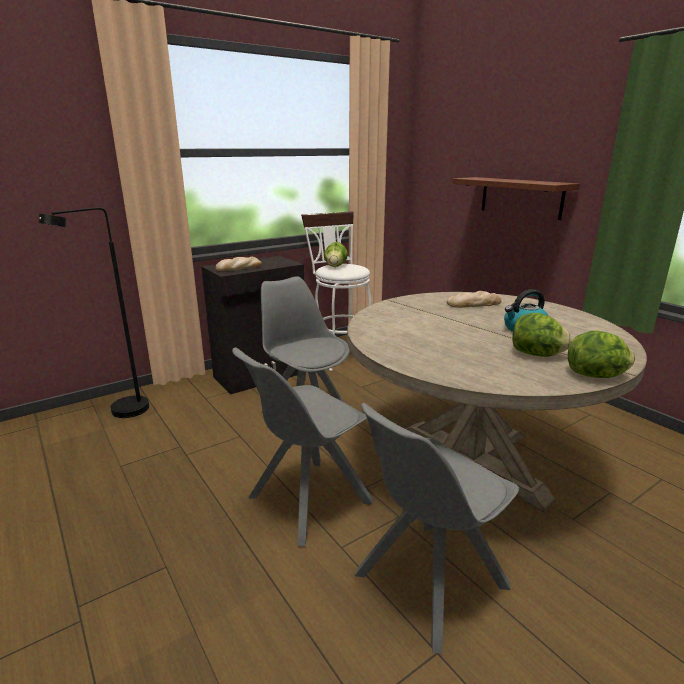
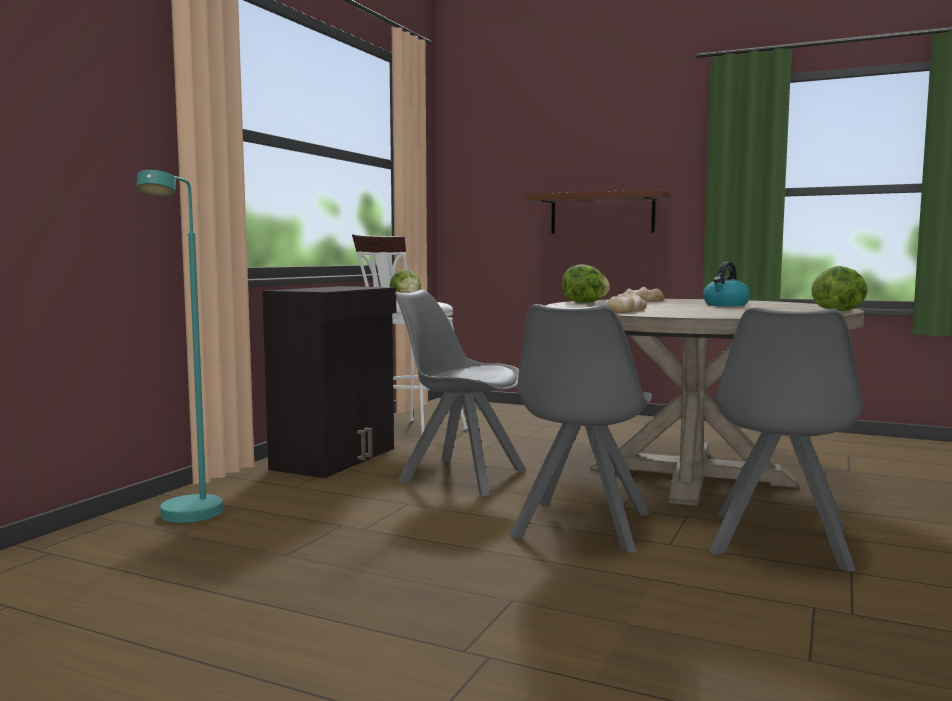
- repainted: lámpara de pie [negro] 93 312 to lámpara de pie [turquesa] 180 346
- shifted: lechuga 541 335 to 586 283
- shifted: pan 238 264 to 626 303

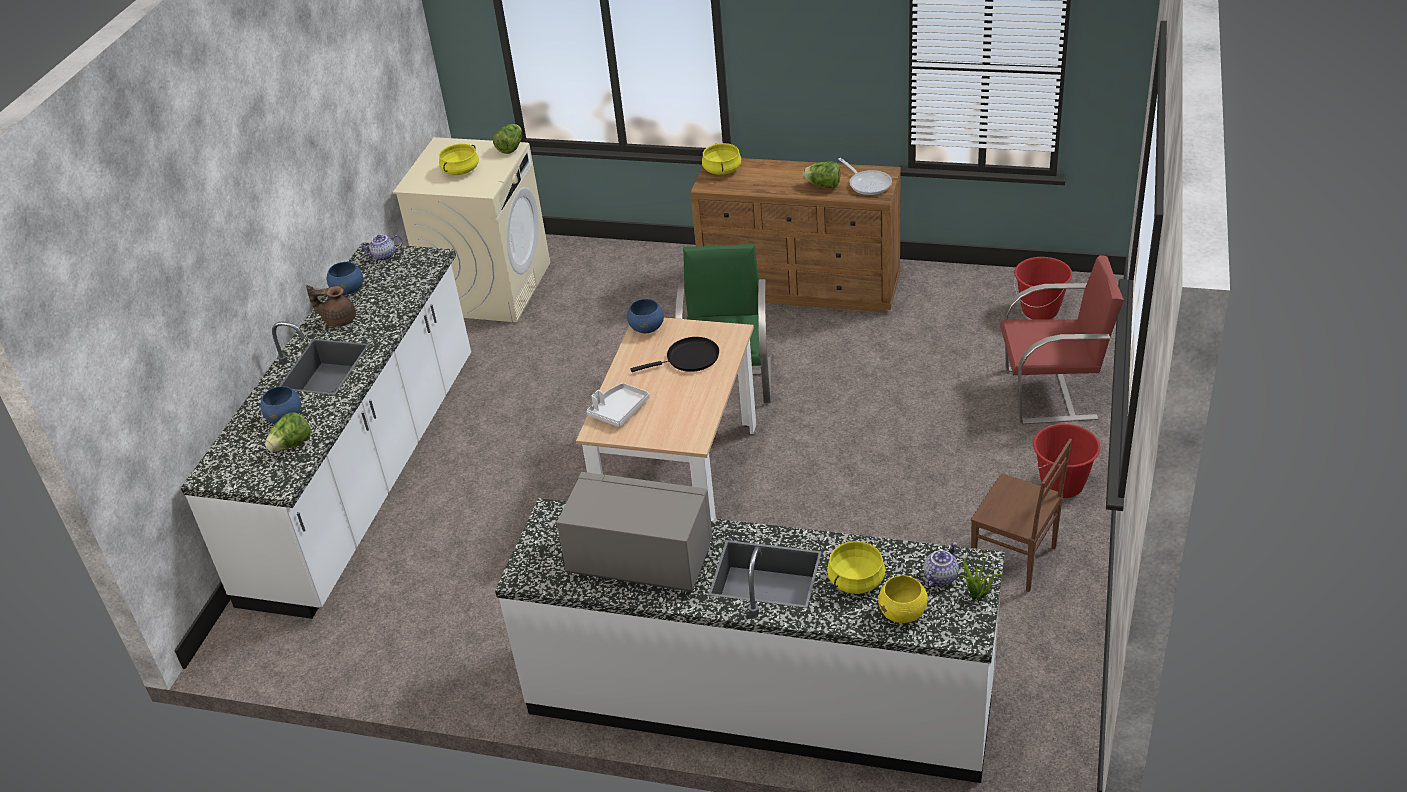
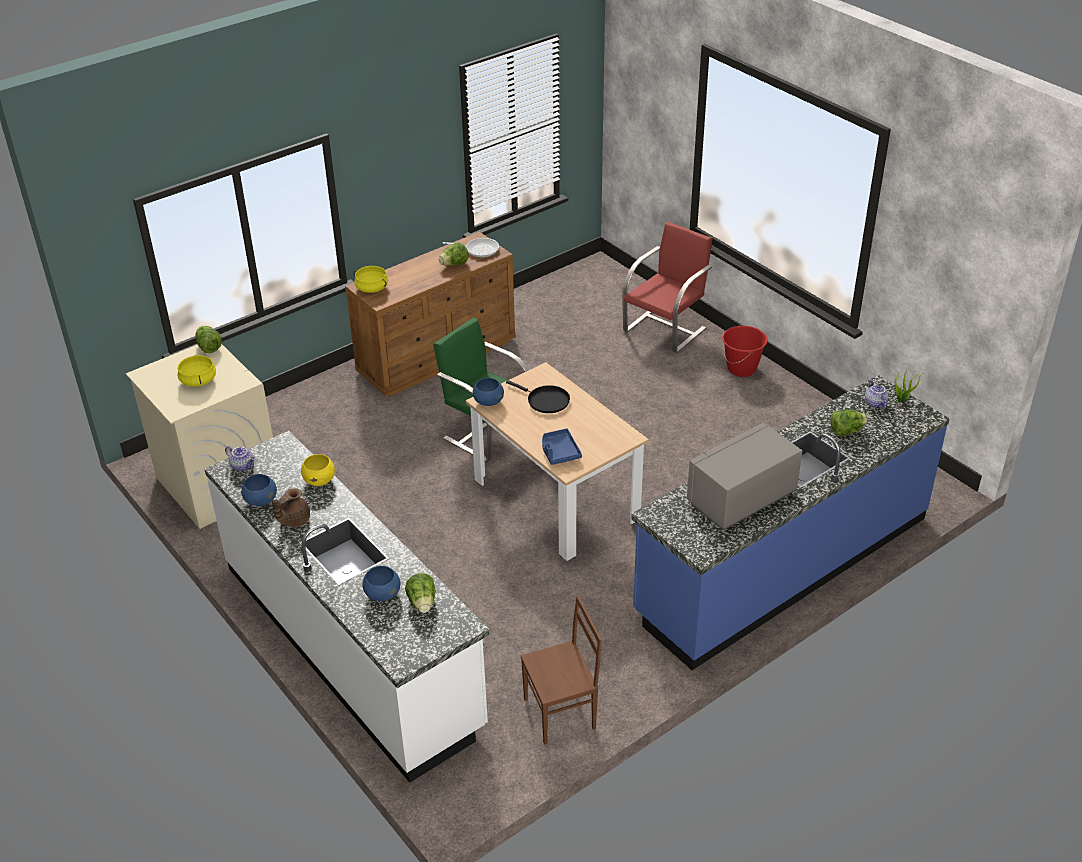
- rotated: tetera 380 248 = 240 458 75 degrees counterclockwise
- shifted: cuenco [amarillo] 903 599 to 318 470
- rotated: sartén [negro] 674 354 = 538 396 105 degrees clockwise
- shifted: silla [marrón] 1021 515 to 561 670
- repainted: bandeja [blanco] 618 405 to bandeja [azul] 562 446
- repainted: mueble bajo de cocina [blanco] 750 640 to mueble bajo de cocina [azul] 790 522
- swapped: olla [amarillo] 856 567 to lechuga 849 423
- gone: cubo [rojo] 1043 288

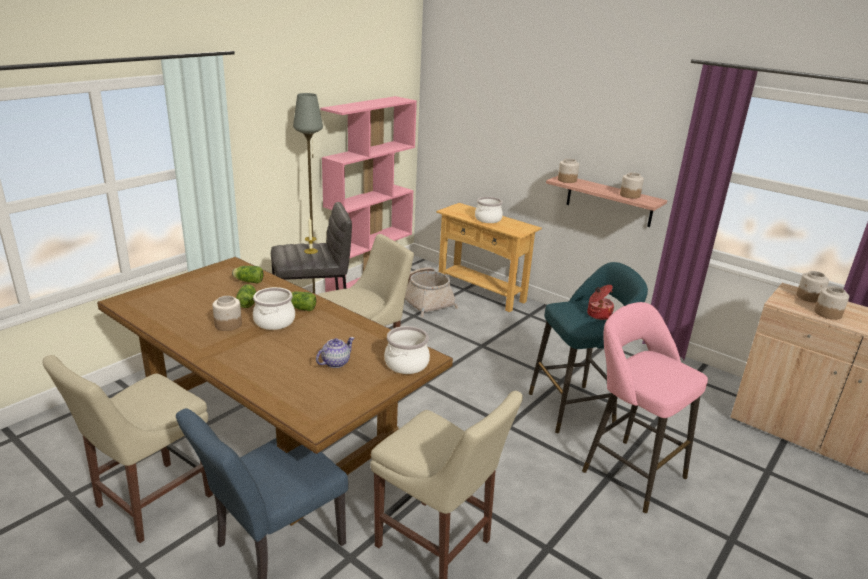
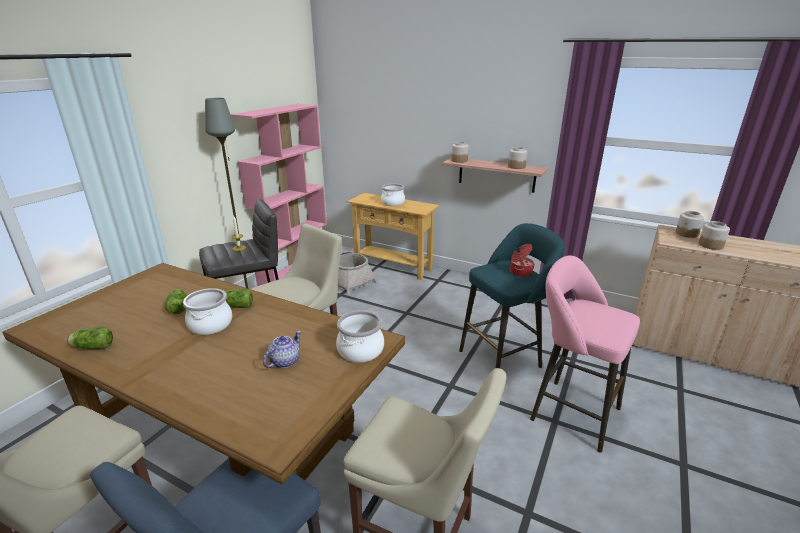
- shifted: lechuga 248 275 to 90 338
- gone: tarro 227 313

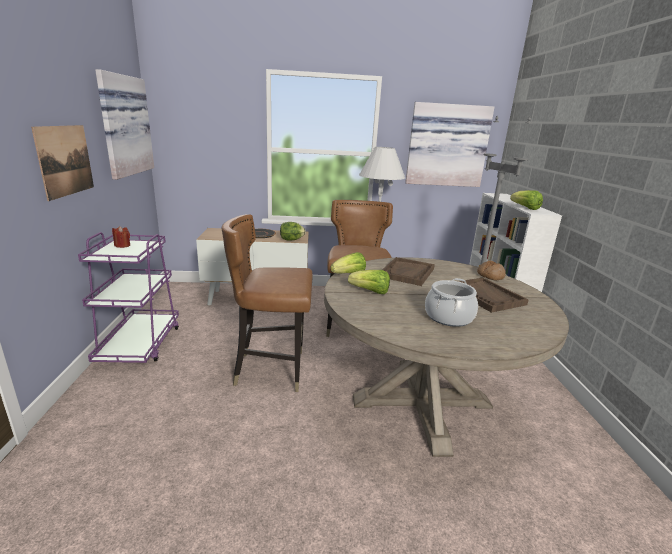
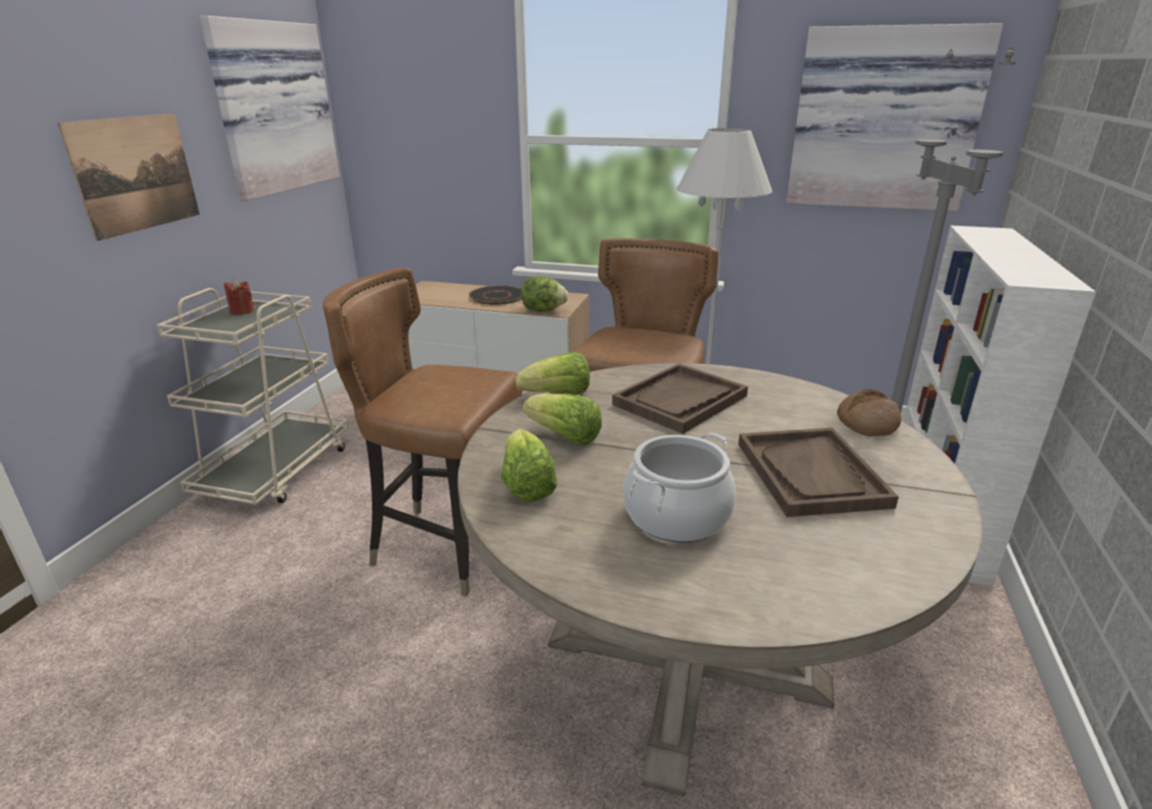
- repainted: carrito [morado] 128 297 to carrito [beis] 253 396
- shifted: lechuga 526 200 to 529 465

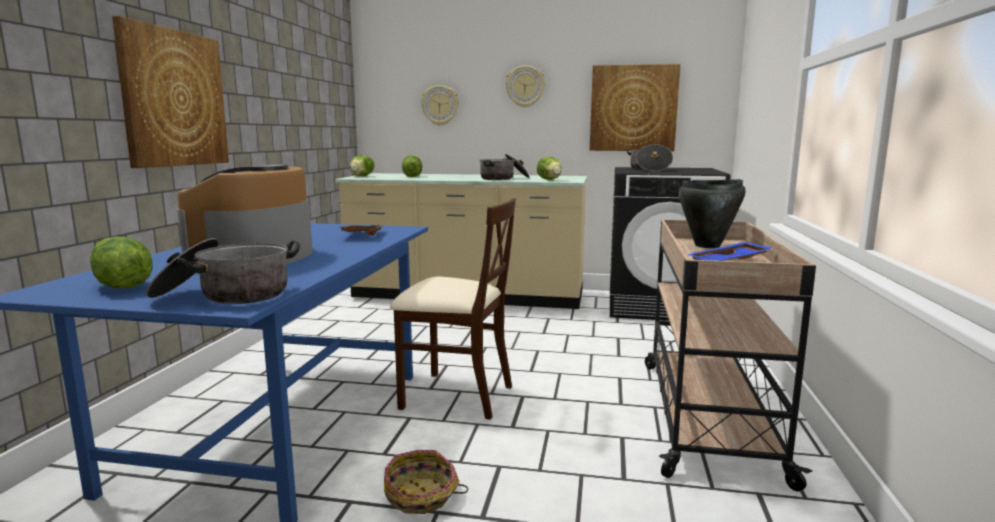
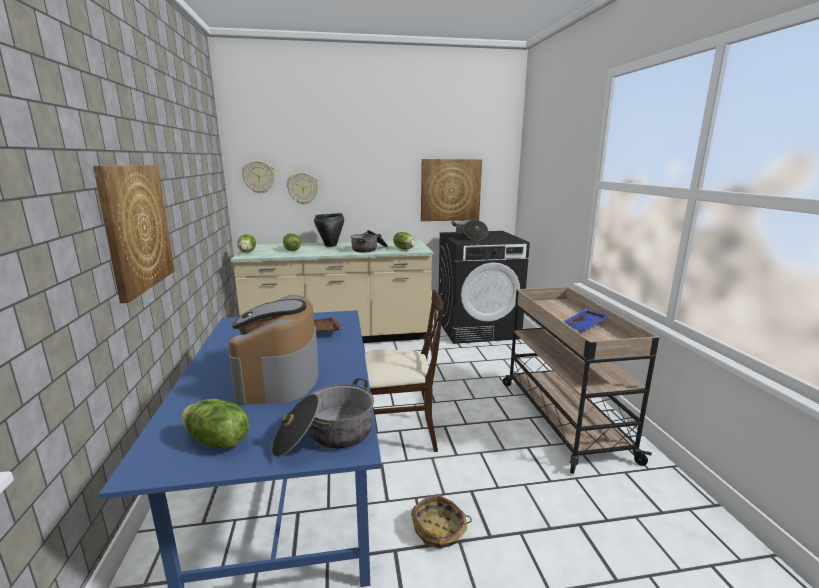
- shifted: reloj de pared 525 86 to 258 177
- shifted: olla [negro] 712 213 to 329 230

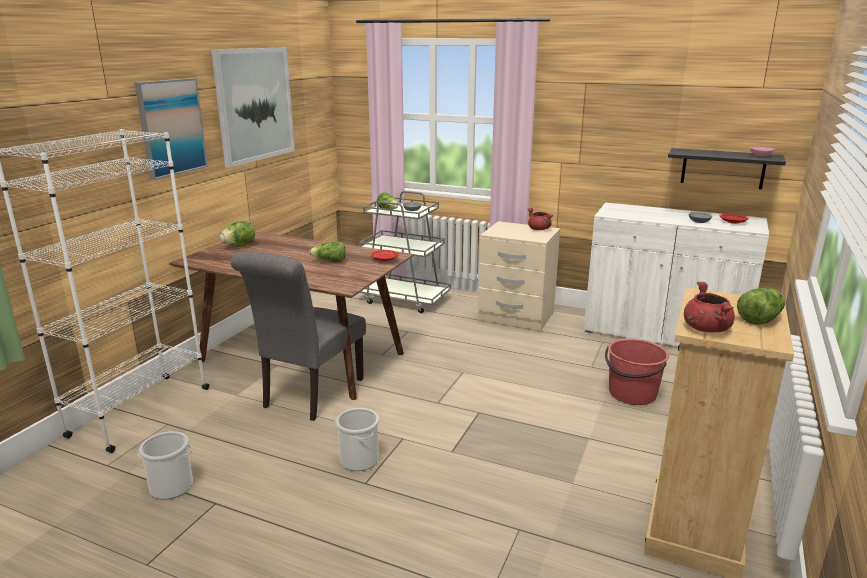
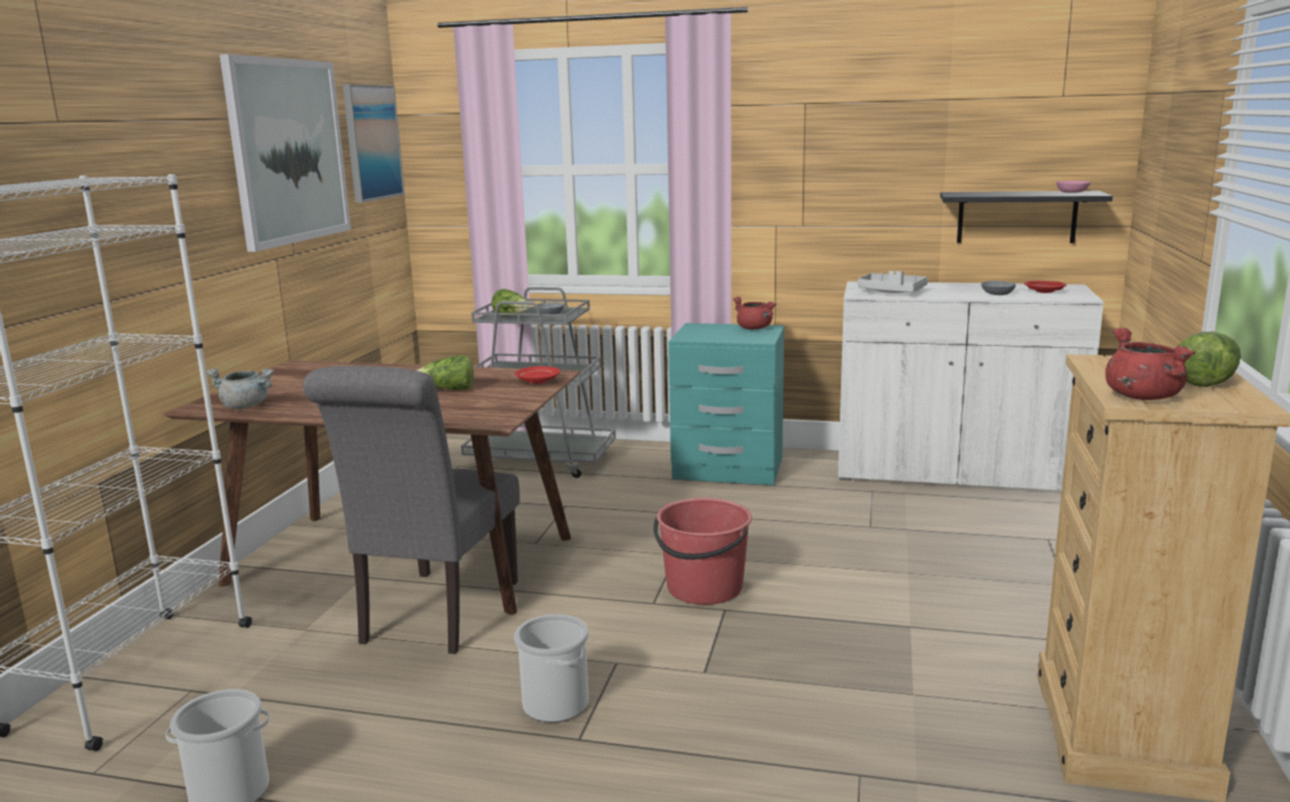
- new: olla [gris] 240 388
- shifted: cuadro 171 129 to 374 143
- shifted: cubo [rojo] 637 371 to 702 551
- repainted: mesita de noche [beis] 519 276 to mesita de noche [turquesa] 726 404
- new: bandeja [gris] 892 281
- gone: lechuga 237 233

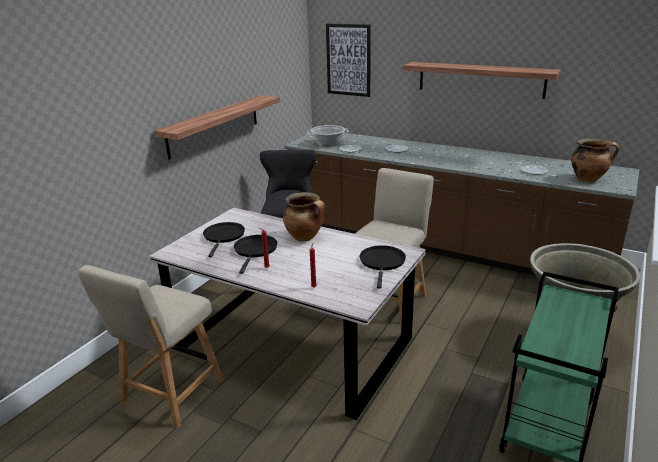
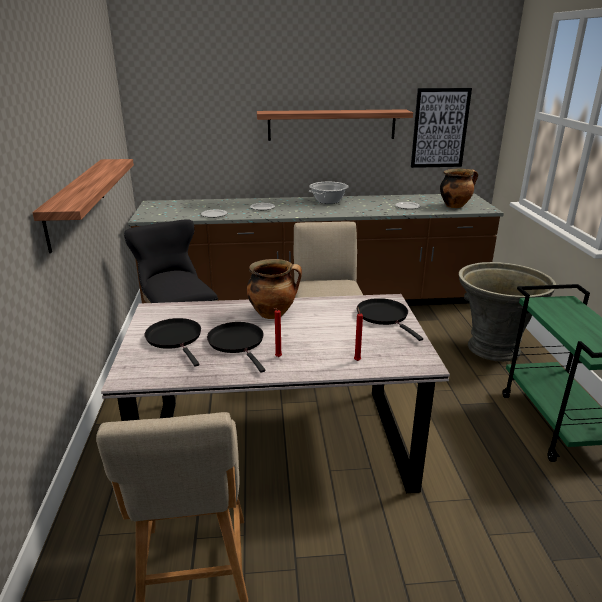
- shifted: olla 328 135 to 328 193
- shifted: cuadro 348 60 to 441 128

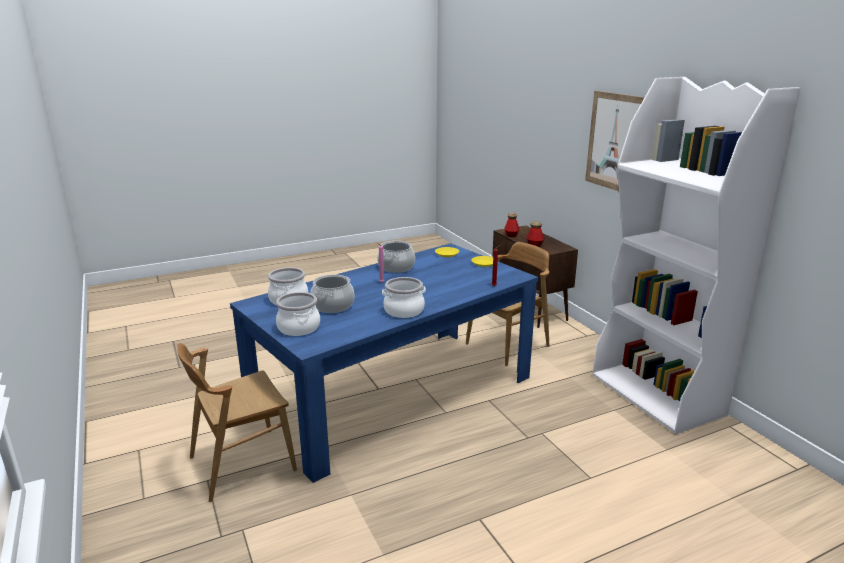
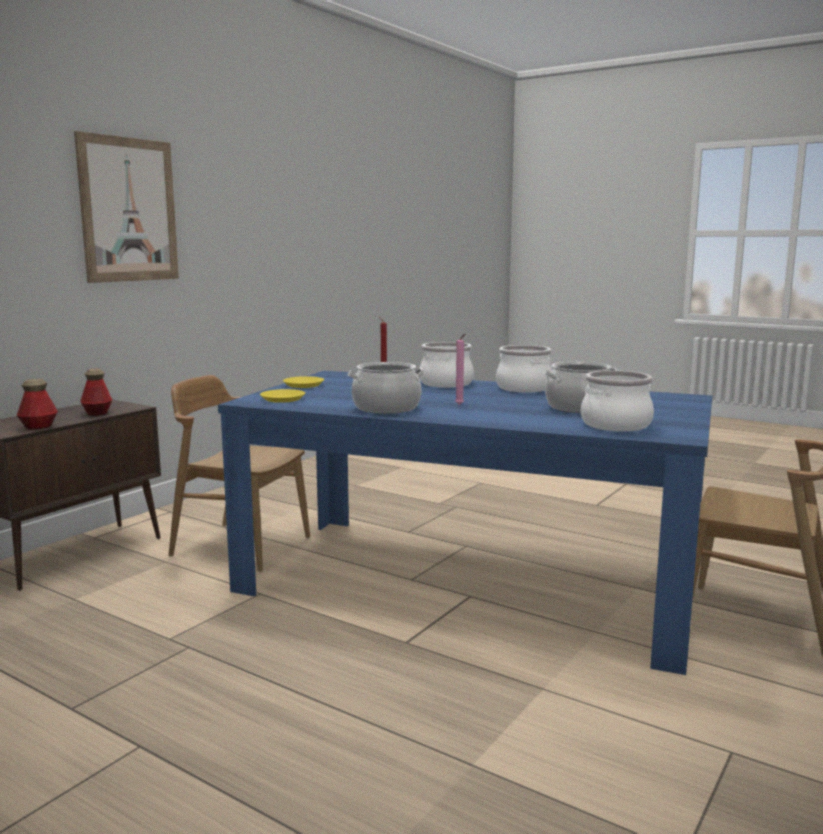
- shifted: olla 298 314 to 447 365
- gone: estantería [blanco] 697 255

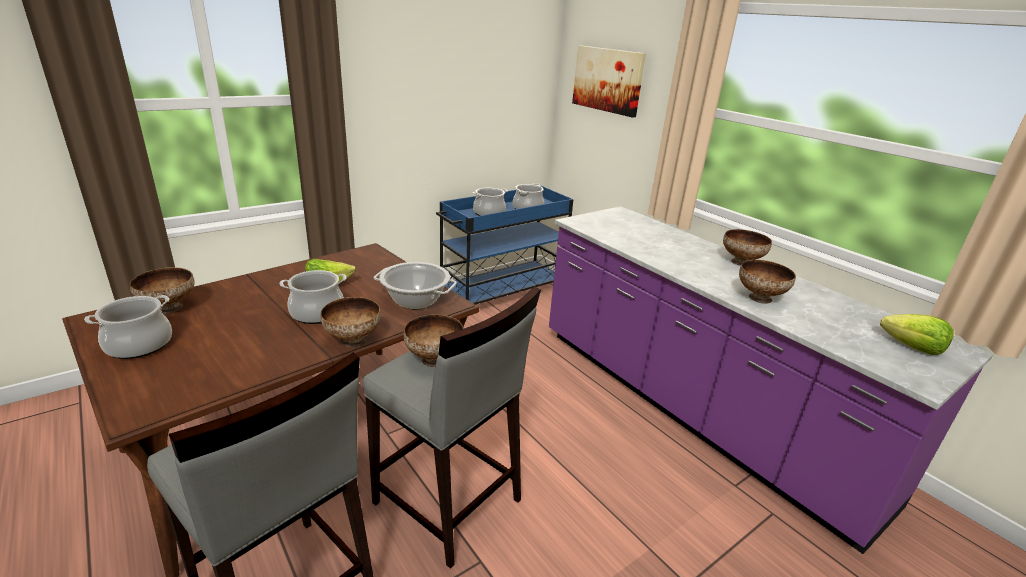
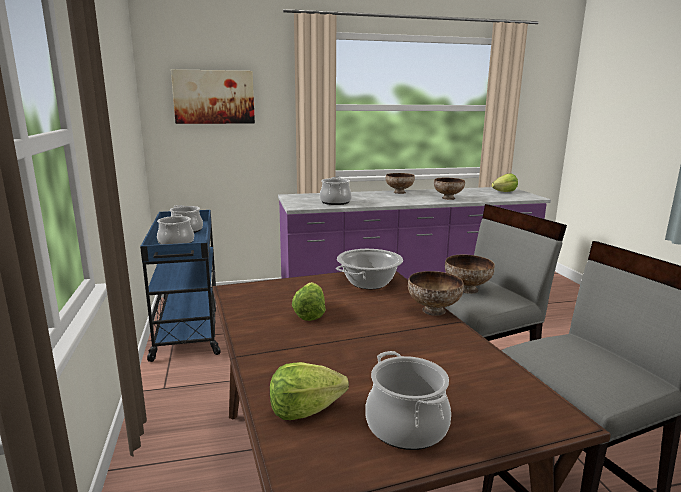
- swapped: cuenco 162 290 to lechuga 309 391
- shifted: olla 312 297 to 335 191

